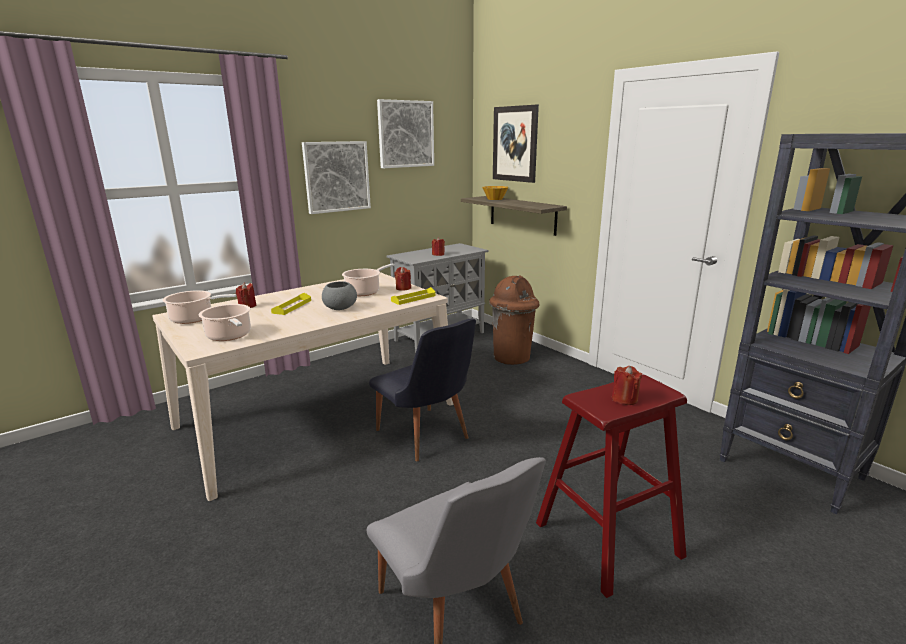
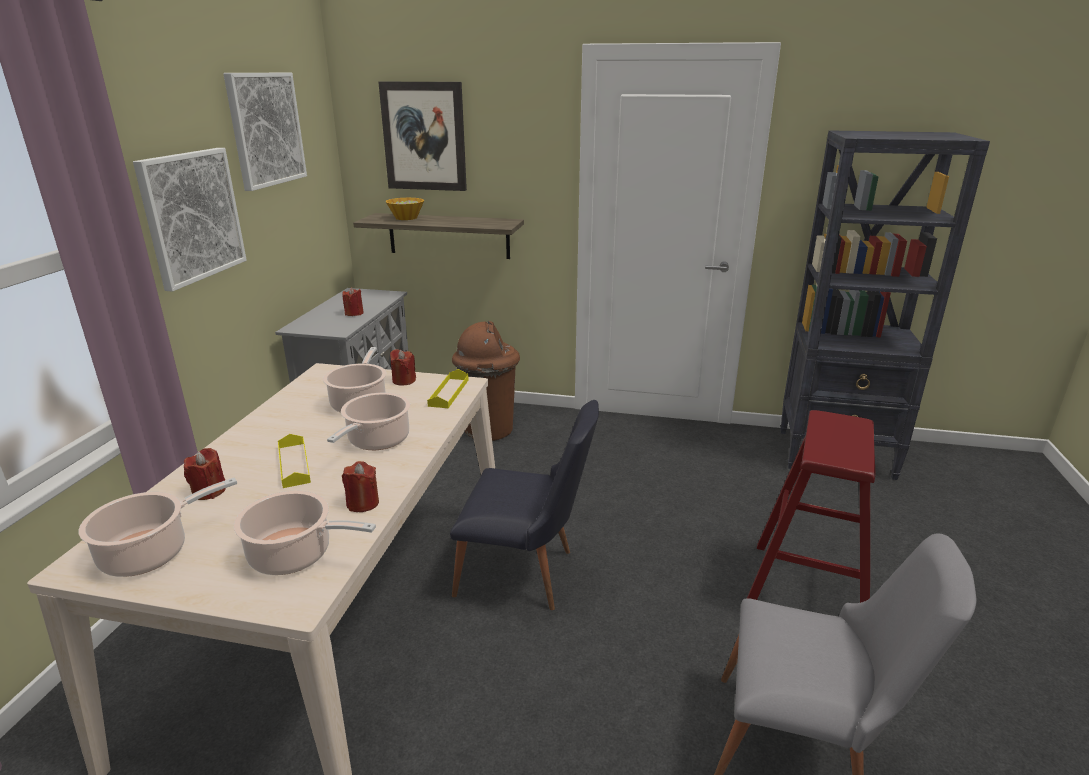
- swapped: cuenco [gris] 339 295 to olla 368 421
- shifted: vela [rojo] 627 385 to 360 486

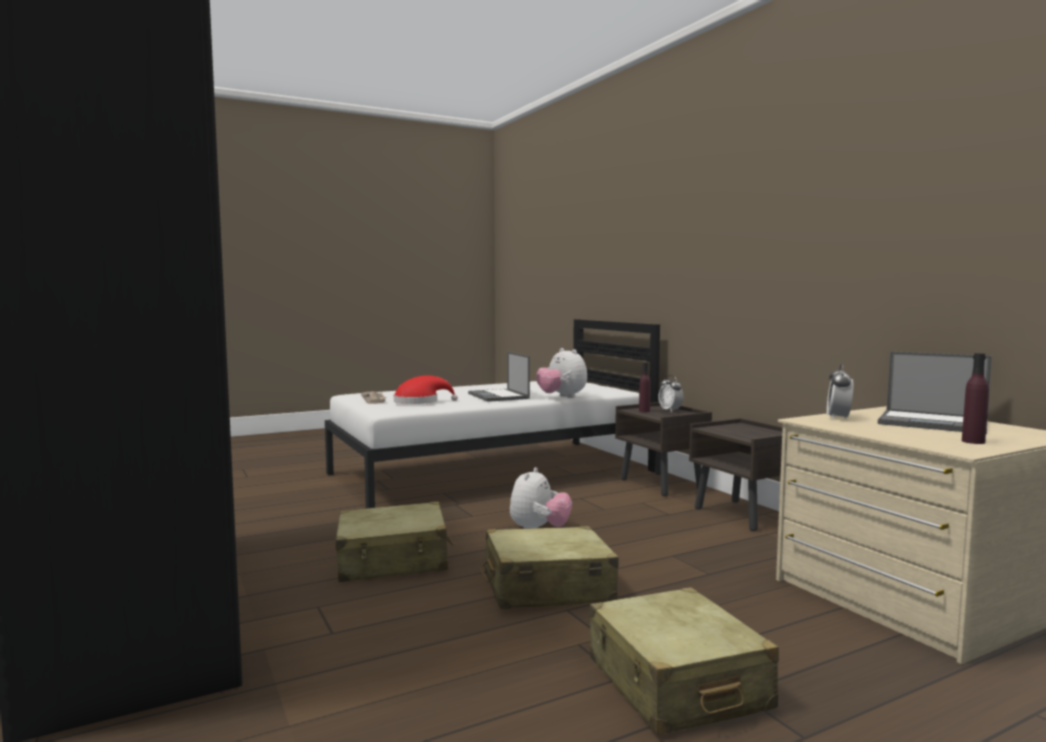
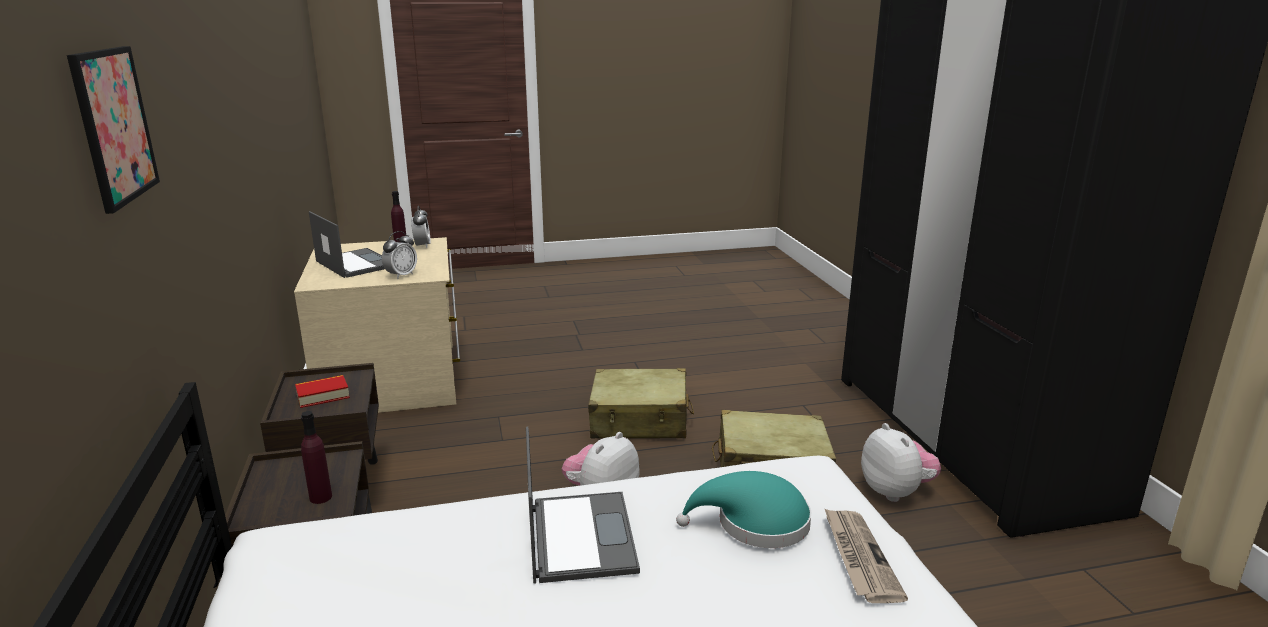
- new: cuadro 113 130
- new: libro 322 391
- shifted: despertador 671 393 to 421 227
- repainted: sombrero [rojo] 426 389 to sombrero [turquesa] 744 509
- shifted: peluche 561 373 to 901 462
- gone: maleta [beis] 684 661

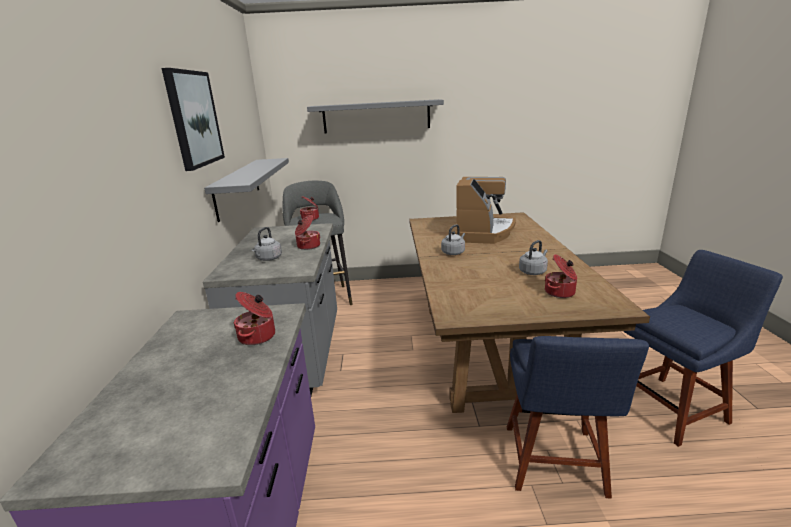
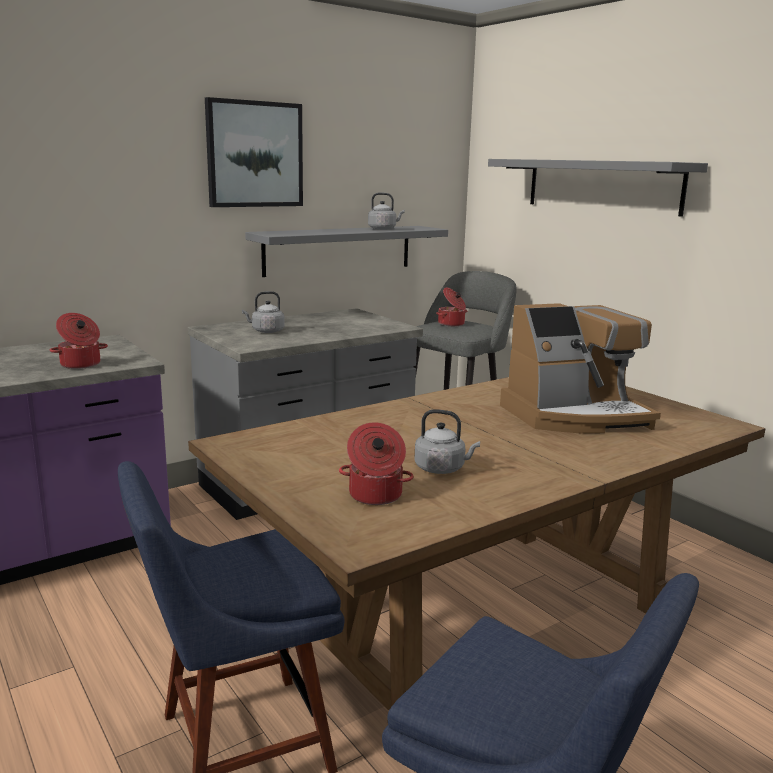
- shifted: hervidor [gris] 453 239 to 386 211
- gone: olla 307 232

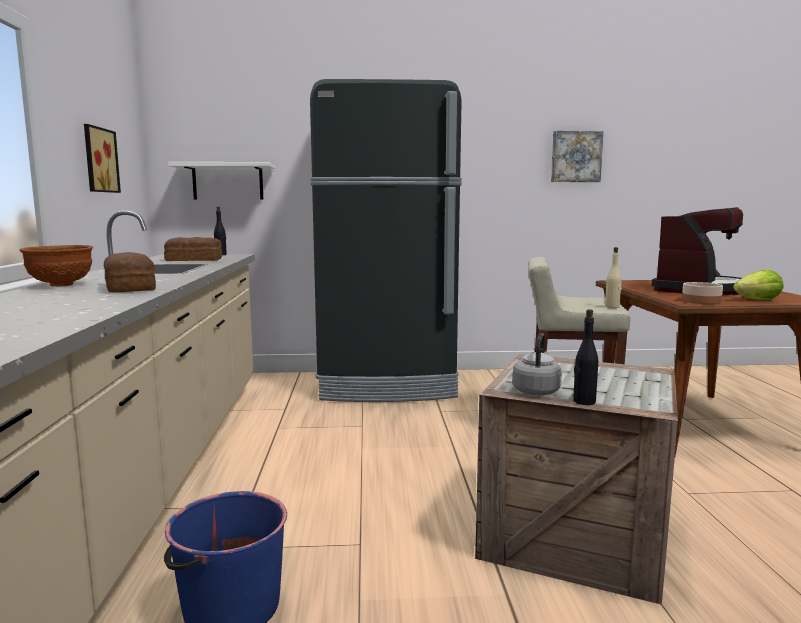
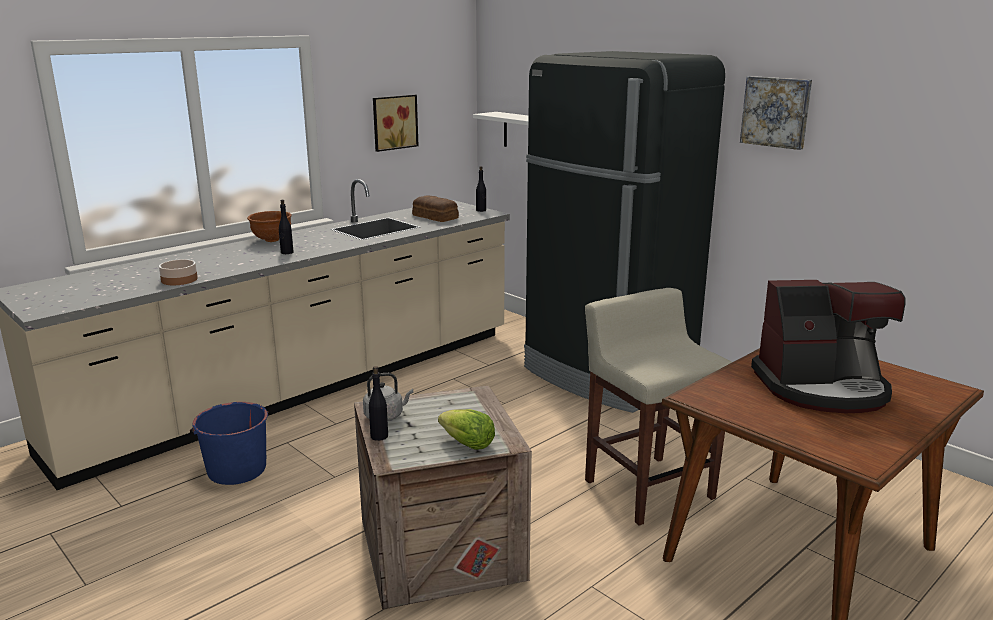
- shifted: cuenco 702 293 to 178 272
- swapped: pan 130 272 to botella [negro] 286 227
- shifted: lechuga 758 285 to 466 429
- shifted: cuadro 577 156 to 776 113
- gone: botella [beis] 613 277

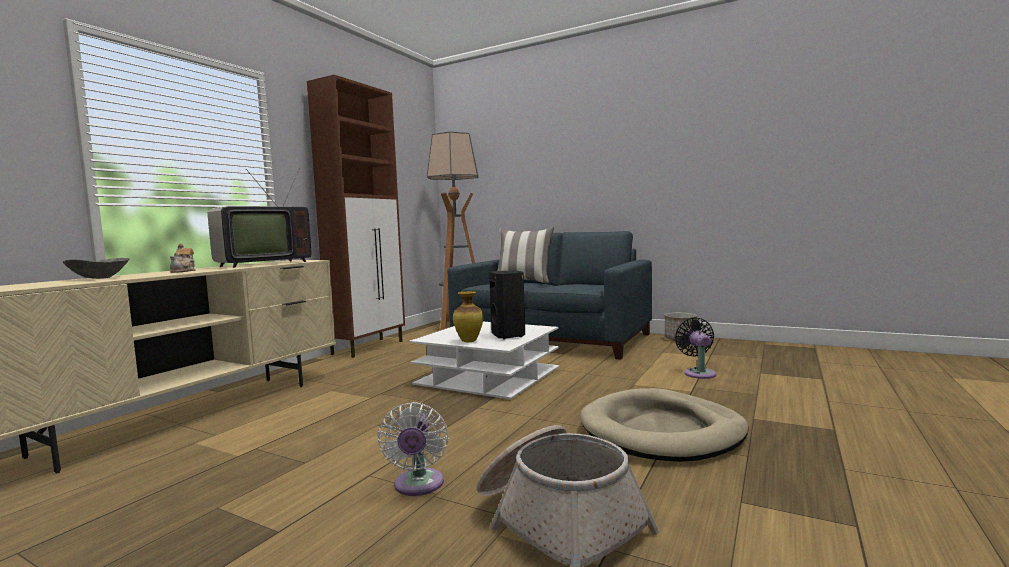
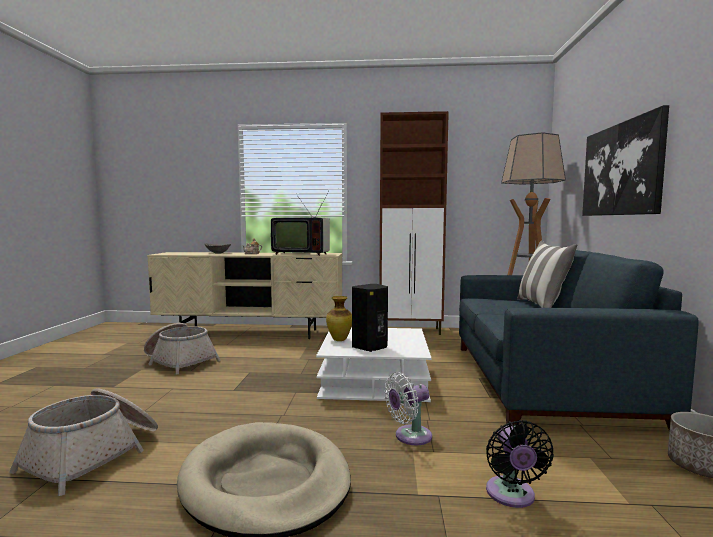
- new: cesta 182 349
- shifted: ventilador [blanco] 413 449 to 408 408
- rotated: ventilador [negro] 695 348 = 520 464 120 degrees clockwise
- new: cuadro 625 160

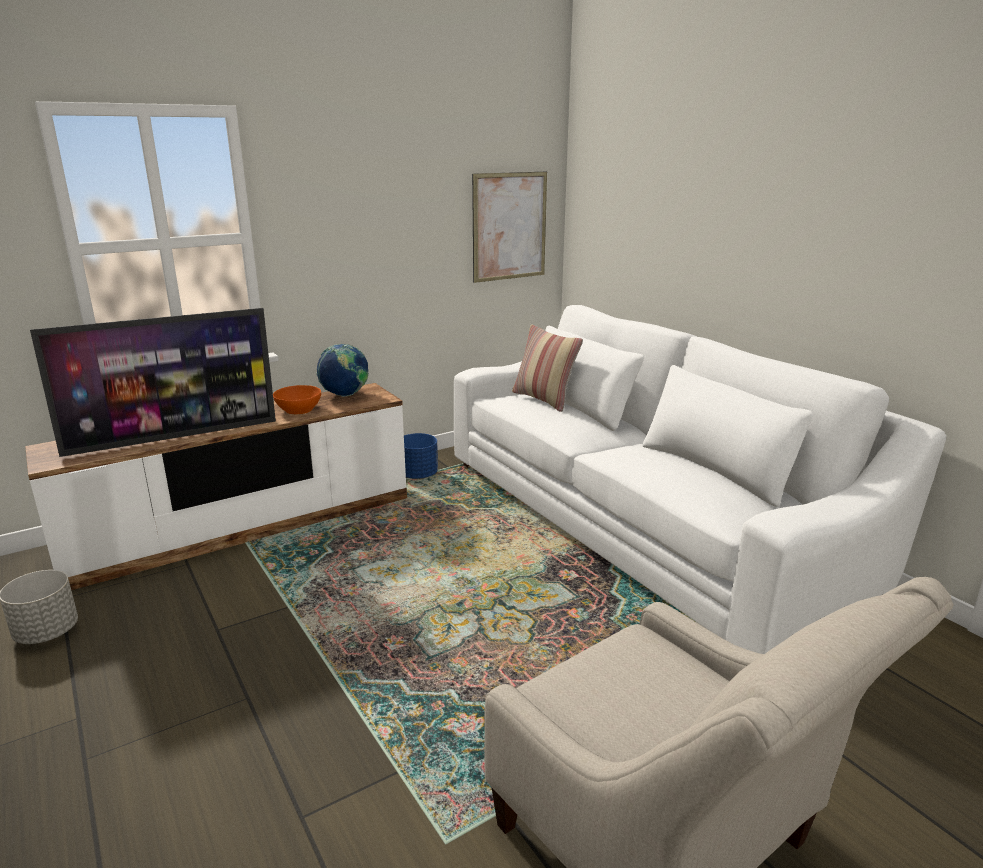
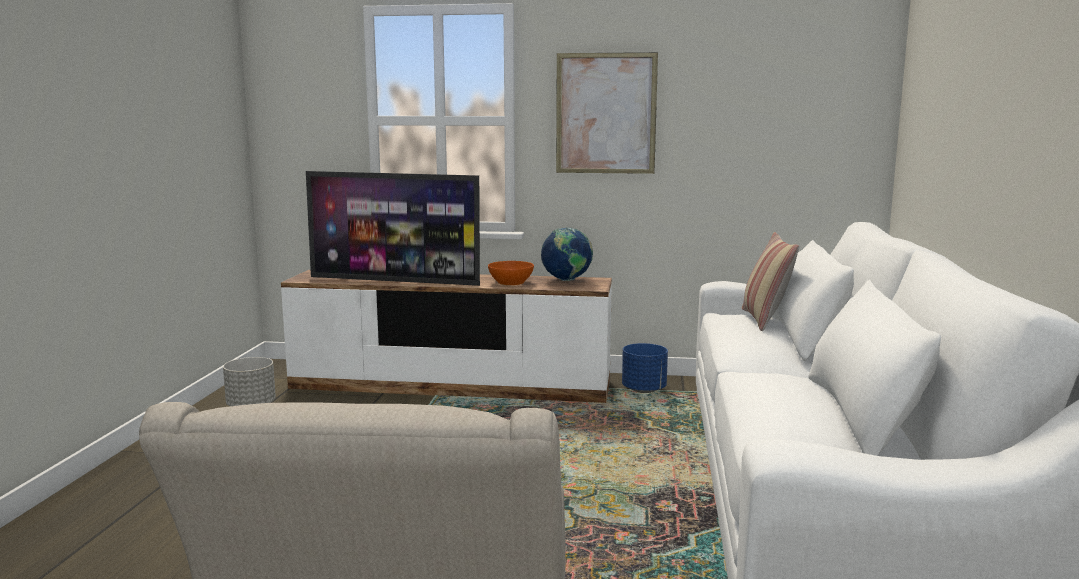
- shifted: cuadro 509 227 to 607 113

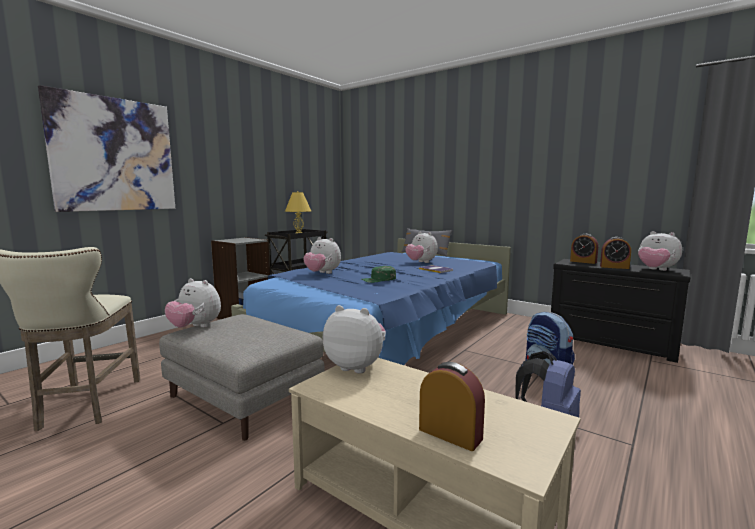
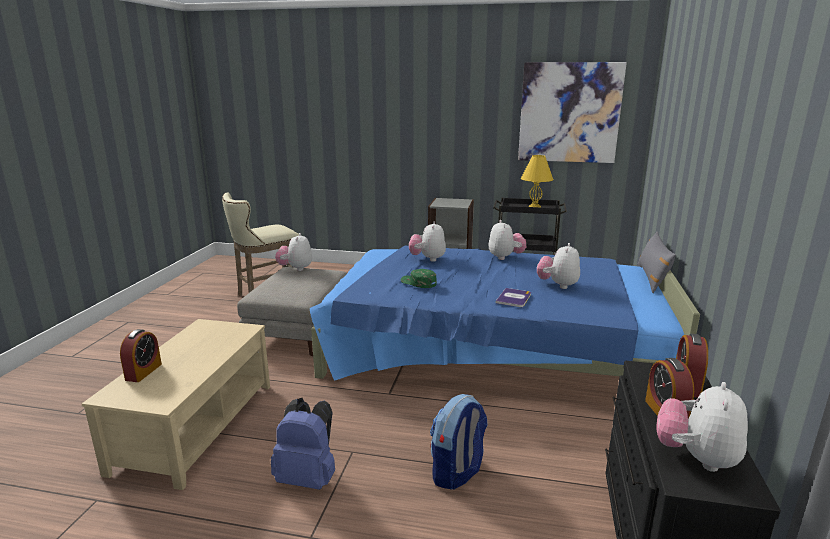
- shifted: peluche 354 339 to 507 240
- shifted: cuadro 106 148 to 572 112

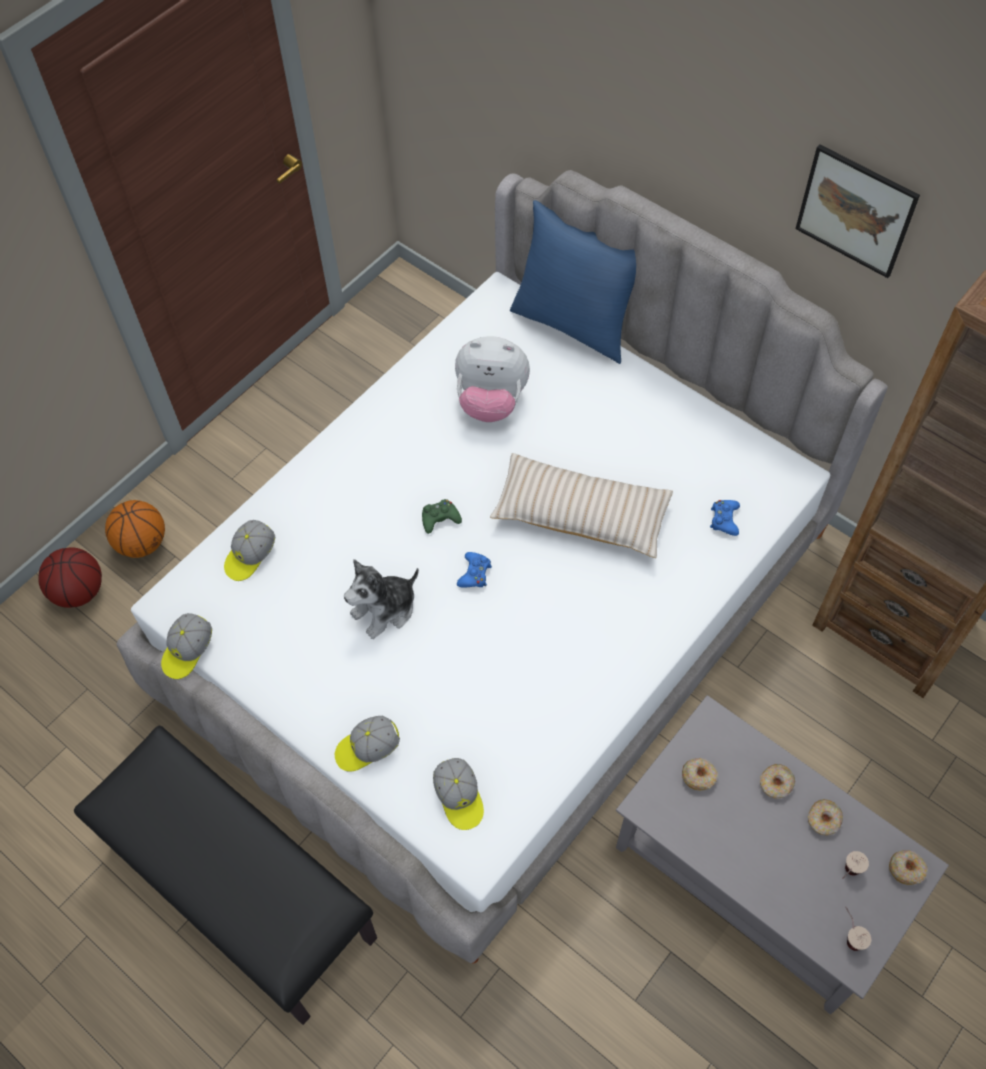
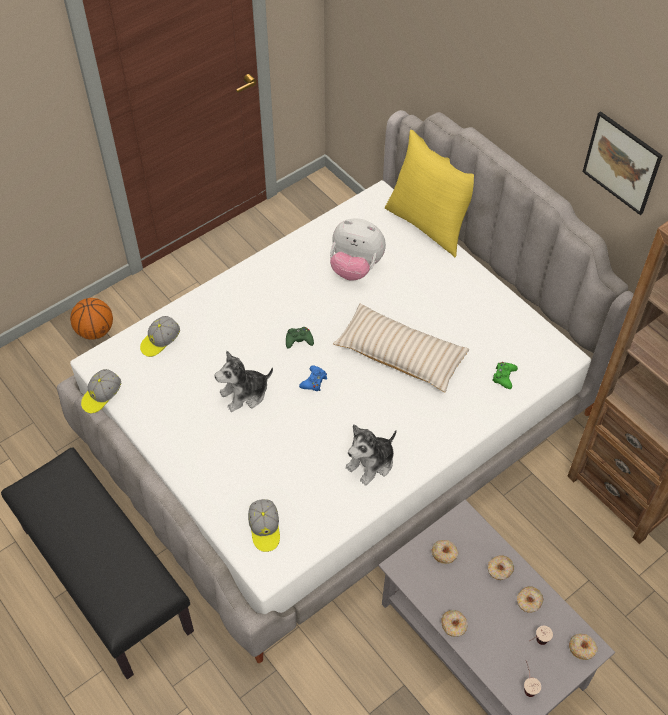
- new: peluche 371 454
- repainted: cojín [azul] 573 282 to cojín [amarillo] 429 193
- new: rosquilla 455 623
- repainted: mando de consola [azul] 725 518 to mando de consola [verde] 505 375
- gone: balón de baloncesto 70 577
- gone: gorra 367 744

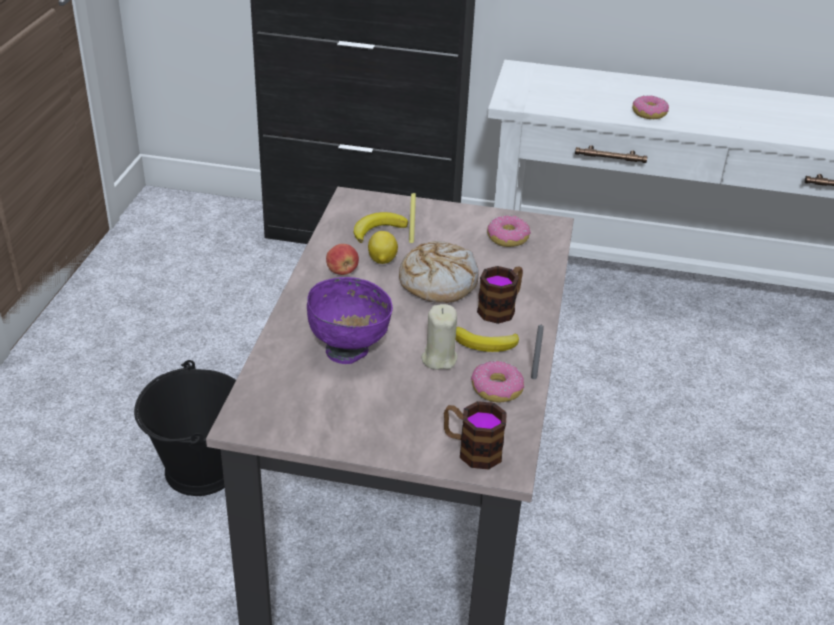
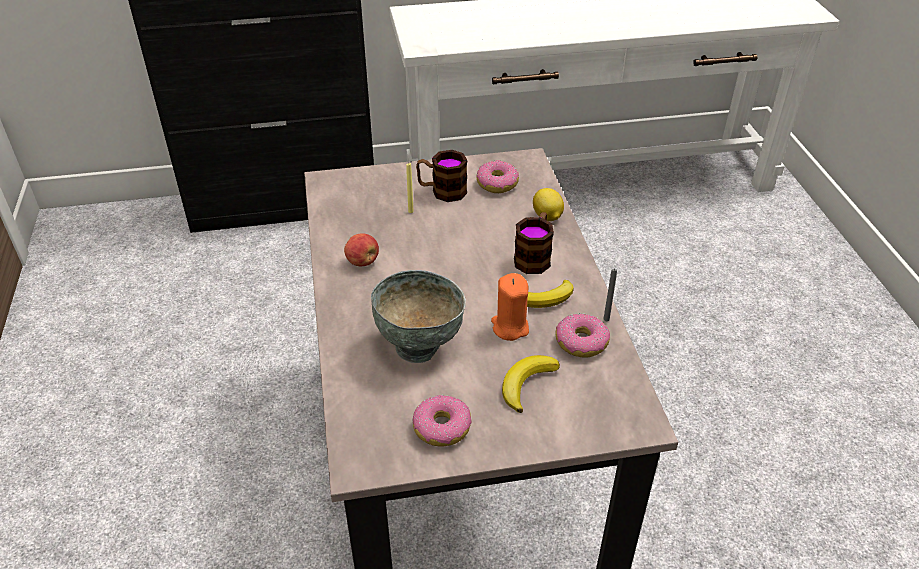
- repainted: cuenco [morado] 350 320 to cuenco [gris] 418 316
- shifted: rosquilla 650 107 to 442 420
- shifted: taza grande 475 435 to 441 176
- repainted: vela [beis] 439 337 to vela [naranja] 510 307
- shifted: plátano 380 227 to 531 384
- shifted: limón 383 247 to 548 204
- gone: cubo [negro] 185 428
- gone: pan 439 272

